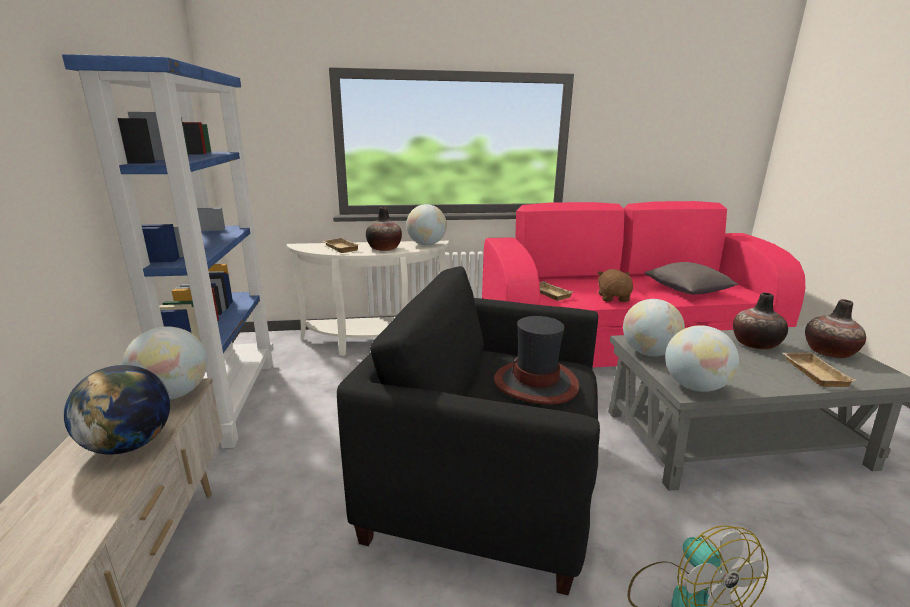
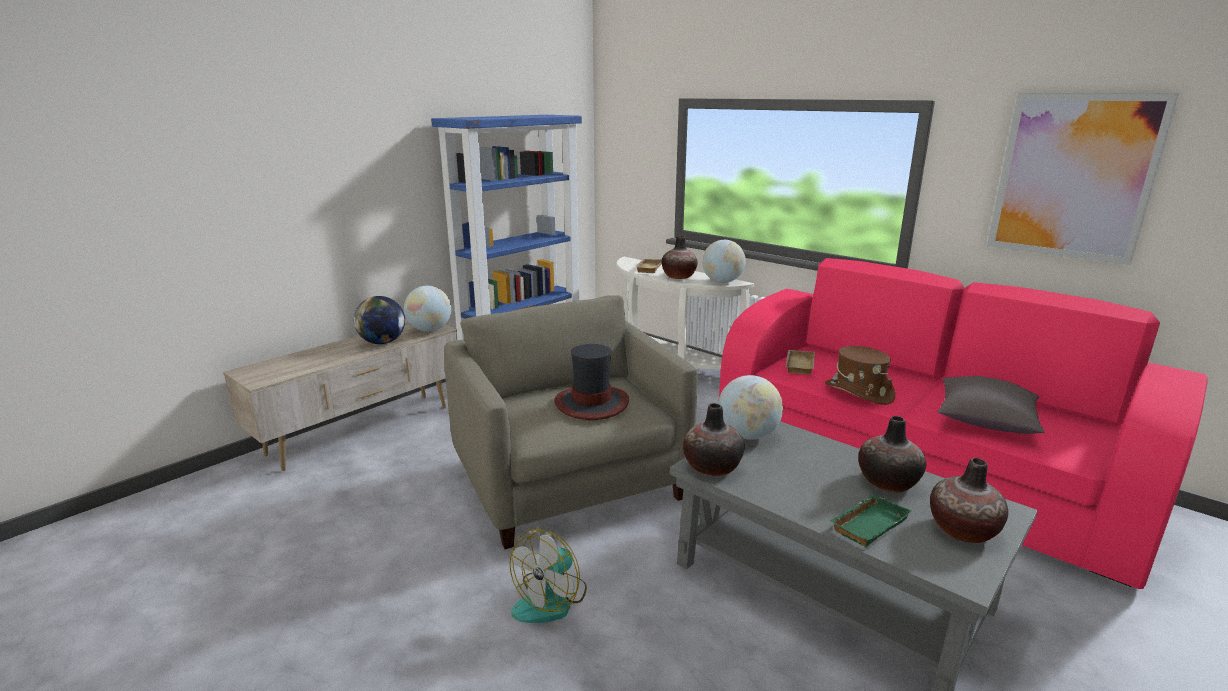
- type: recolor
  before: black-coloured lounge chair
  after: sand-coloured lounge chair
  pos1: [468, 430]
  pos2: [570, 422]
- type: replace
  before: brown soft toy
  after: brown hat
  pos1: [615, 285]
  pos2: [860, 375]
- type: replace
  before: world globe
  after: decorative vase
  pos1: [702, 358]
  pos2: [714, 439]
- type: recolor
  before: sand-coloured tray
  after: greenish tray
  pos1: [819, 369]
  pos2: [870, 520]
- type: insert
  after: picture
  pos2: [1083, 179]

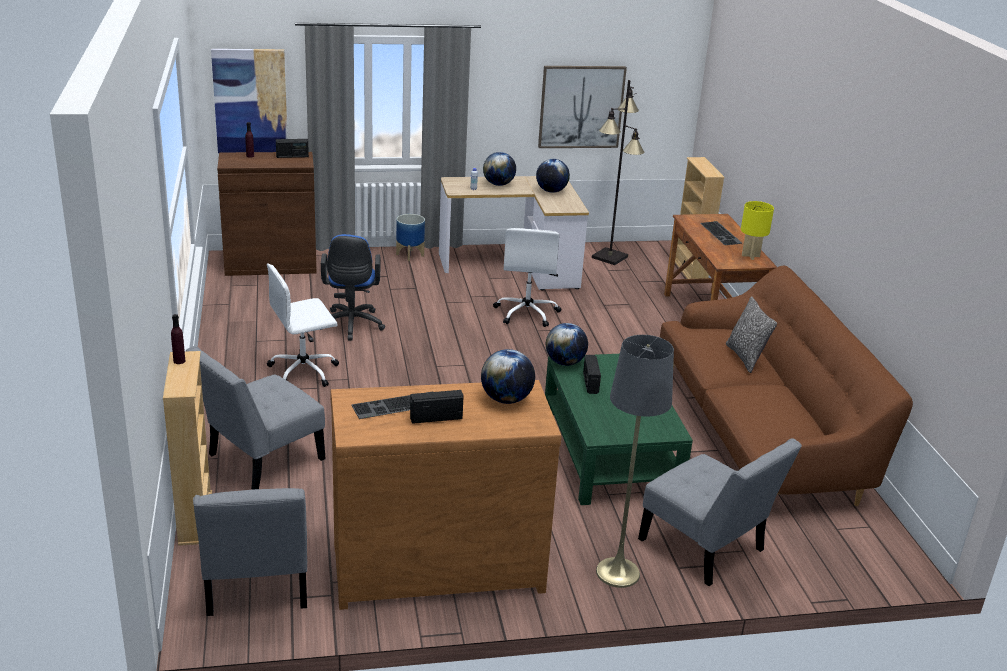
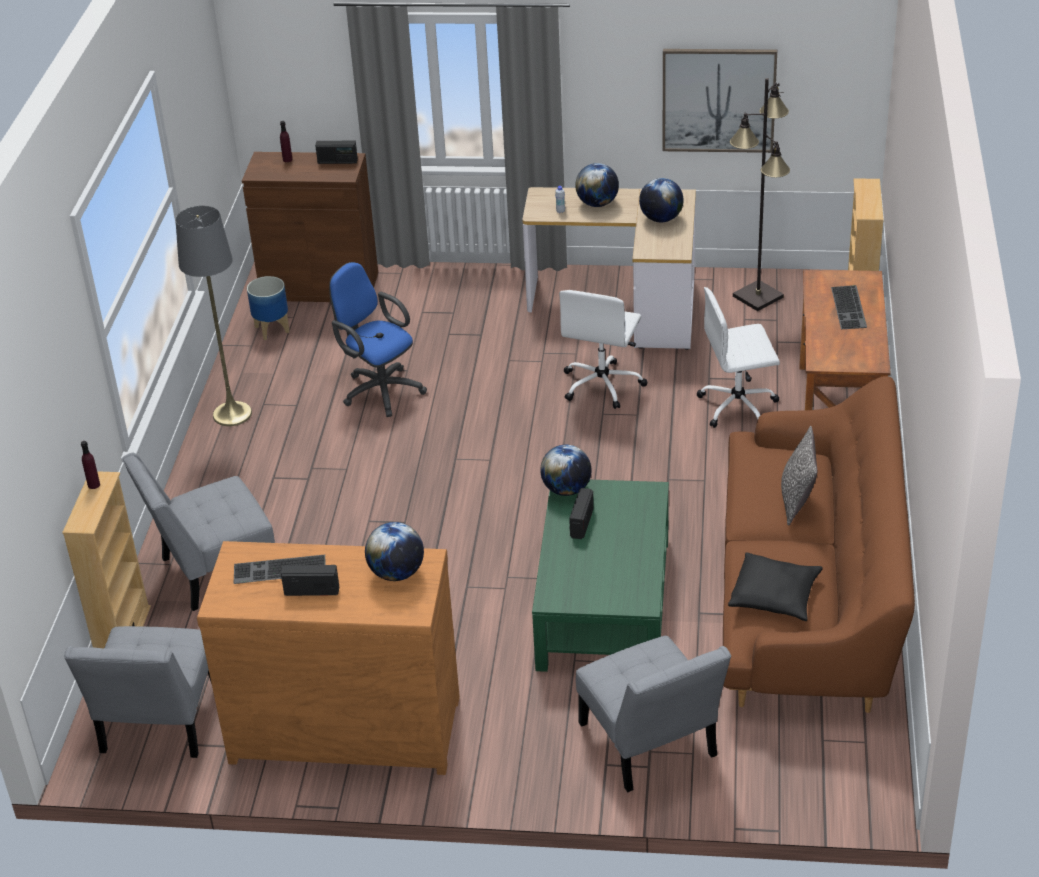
- type: delete
  before: picture
  pos1: [249, 101]
- type: move
  before: whitish office chair
  pos1: [303, 325]
  pos2: [738, 357]
- type: rotate
  before: bluish office chair
  pos1: [352, 287]
  pos2: [378, 339]
  turn: 120
- type: move
  before: planter
  pos1: [410, 237]
  pos2: [268, 308]
- type: move
  before: grey floor lamp
  pos1: [635, 461]
  pos2: [214, 316]
- type: delete
  before: yellow tabletop lamp
  pos1: [757, 230]
- type: insert
  after: black-coloured pillow
  pos2: [775, 586]

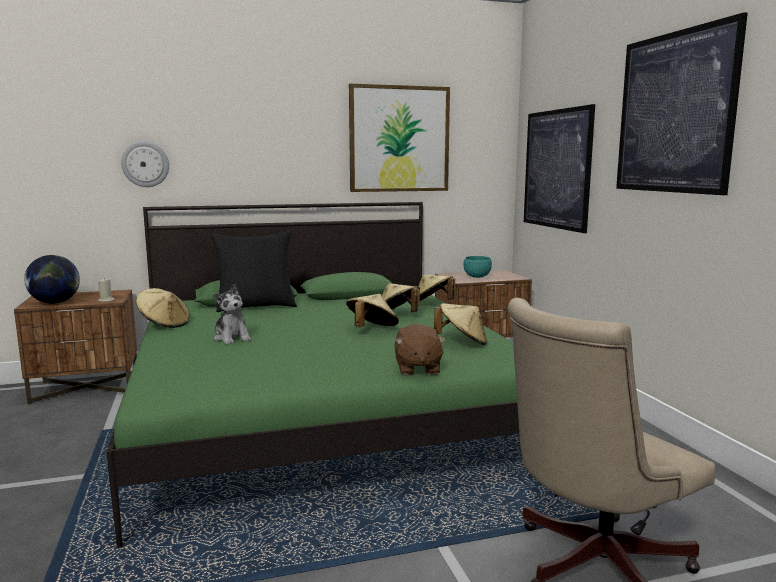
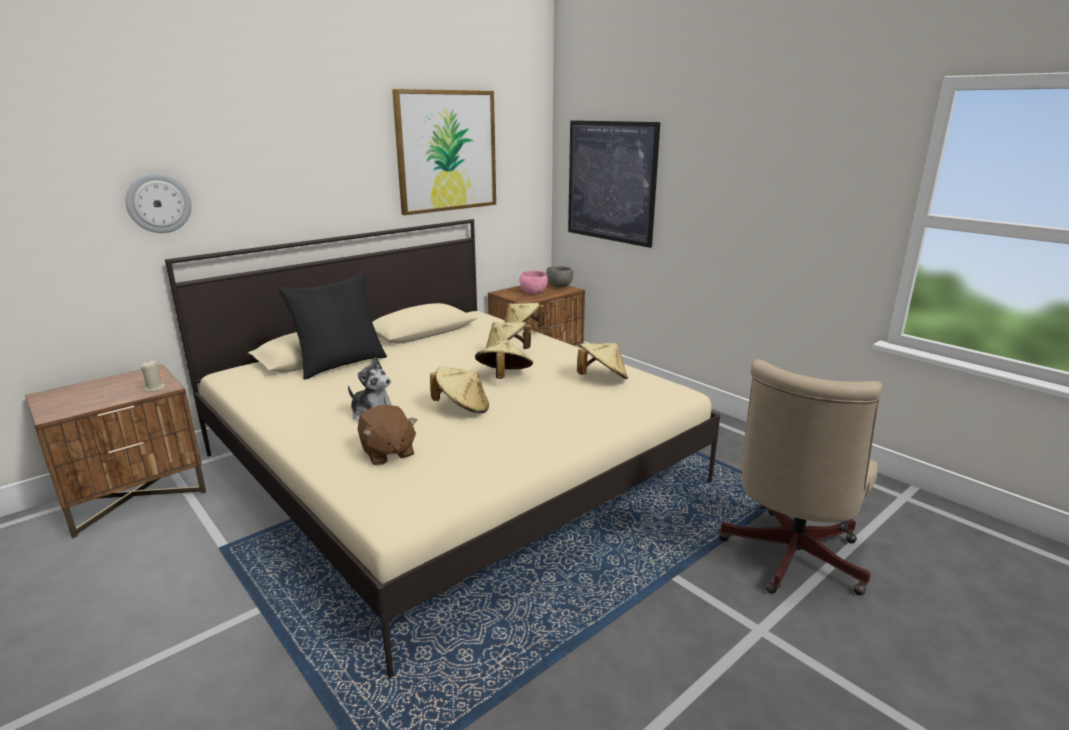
- type: delete
  before: world globe
  pos1: [52, 279]
- type: recolor
  before: greenish bed
  after: sand-coloured bed
  pos1: [313, 375]
  pos2: [442, 448]
- type: move
  before: sand-coloured hat
  pos1: [163, 308]
  pos2: [459, 390]
- type: move
  before: brown soft toy
  pos1: [420, 349]
  pos2: [387, 435]
- type: recolor
  before: turquoise bowl
  after: pinkish bowl
  pos1: [477, 267]
  pos2: [533, 282]
- type: delete
  before: picture
  pos1: [682, 103]
- type: insert
  after: grey bowl
  pos2: [559, 277]

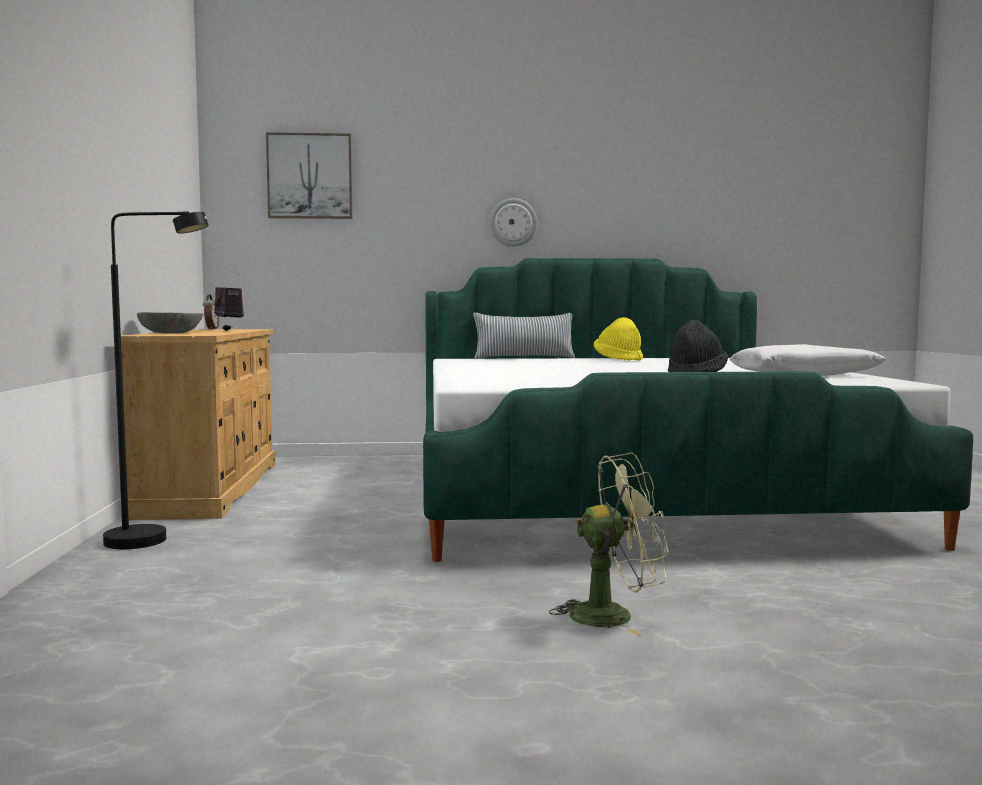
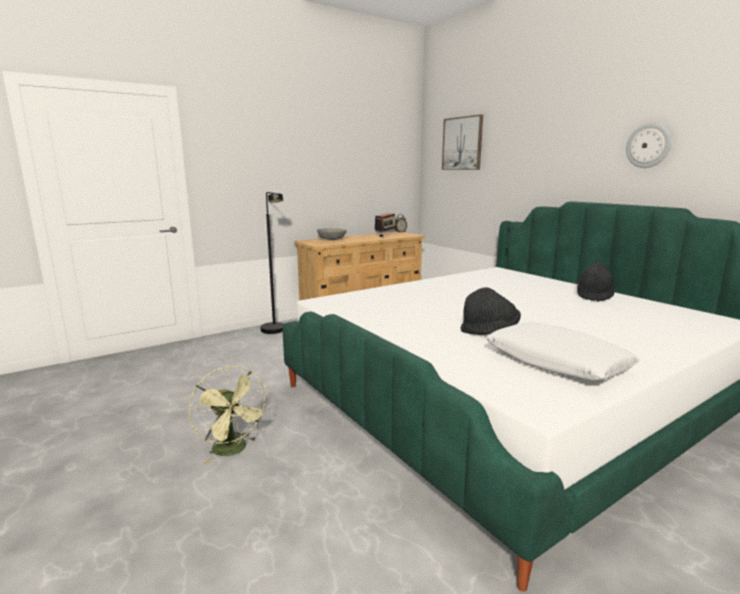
- type: delete
  before: pillow
  pos1: [524, 336]
- type: move
  before: wall clock
  pos1: [513, 222]
  pos2: [648, 145]
- type: recolor
  before: yellow hat
  after: black-coloured hat
  pos1: [618, 339]
  pos2: [595, 282]

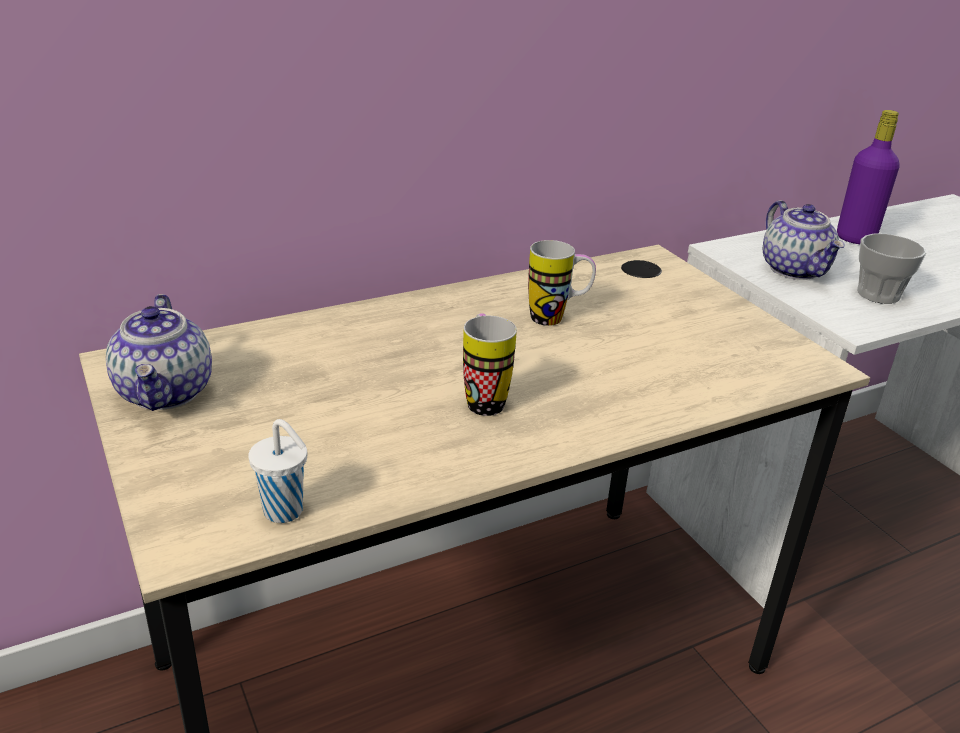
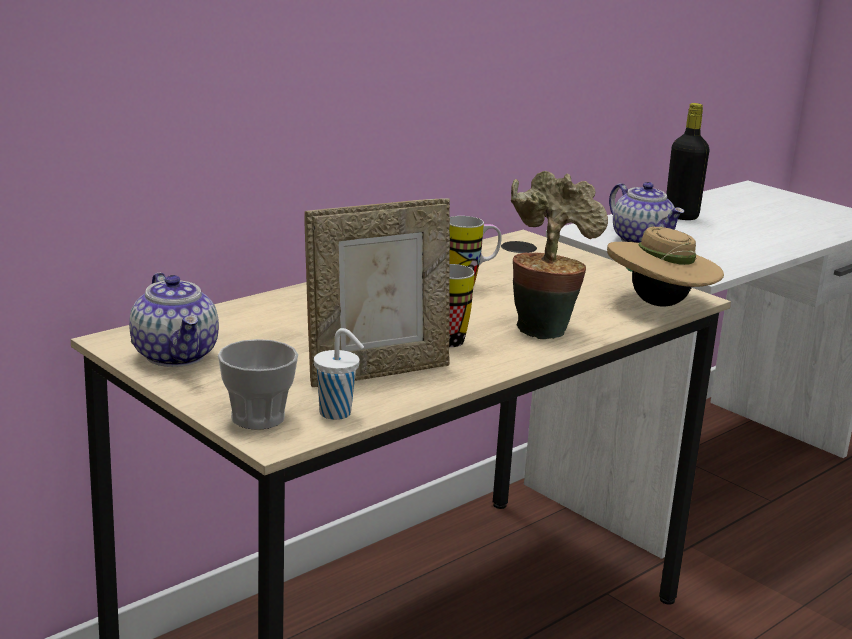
- type: recolor
  before: purple beverage bottle
  after: black-coloured beverage bottle
  pos1: [868, 177]
  pos2: [688, 161]
- type: move
  before: drinking cup
  pos1: [891, 269]
  pos2: [258, 384]
- type: insert
  after: standing frame
  pos2: [377, 293]
- type: insert
  after: houseplant
  pos2: [559, 255]
- type: insert
  after: sand-coloured hat
  pos2: [665, 267]

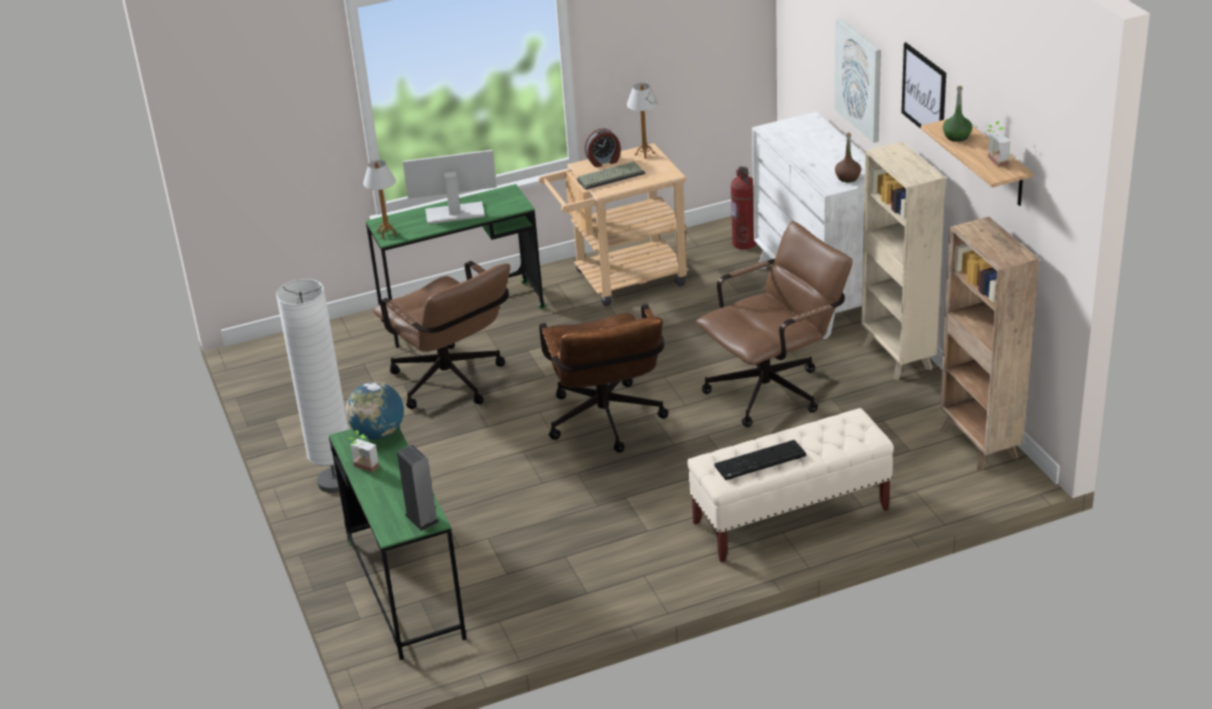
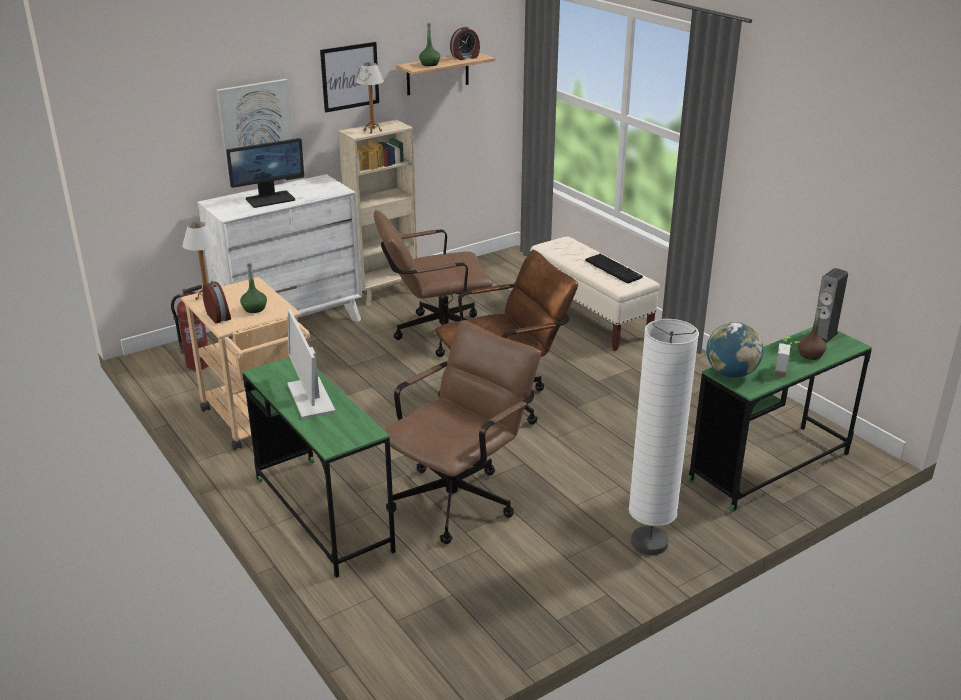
- type: move
  before: tabletop lamp
  pos1: [380, 199]
  pos2: [370, 98]
- type: replace
  before: computer keyboard
  after: greenish beverage bottle
  pos1: [611, 175]
  pos2: [253, 288]
- type: rotate
  before: brown office chair
  pos1: [774, 324]
  pos2: [433, 283]
  turn: -60
- type: move
  before: brown beverage bottle
  pos1: [848, 157]
  pos2: [812, 333]
- type: delete
  before: brown bookcase
  pos1: [989, 344]
- type: replace
  before: houseplant
  after: alarm clock
  pos1: [998, 144]
  pos2: [465, 43]
- type: insert
  after: computer screen
  pos2: [265, 173]

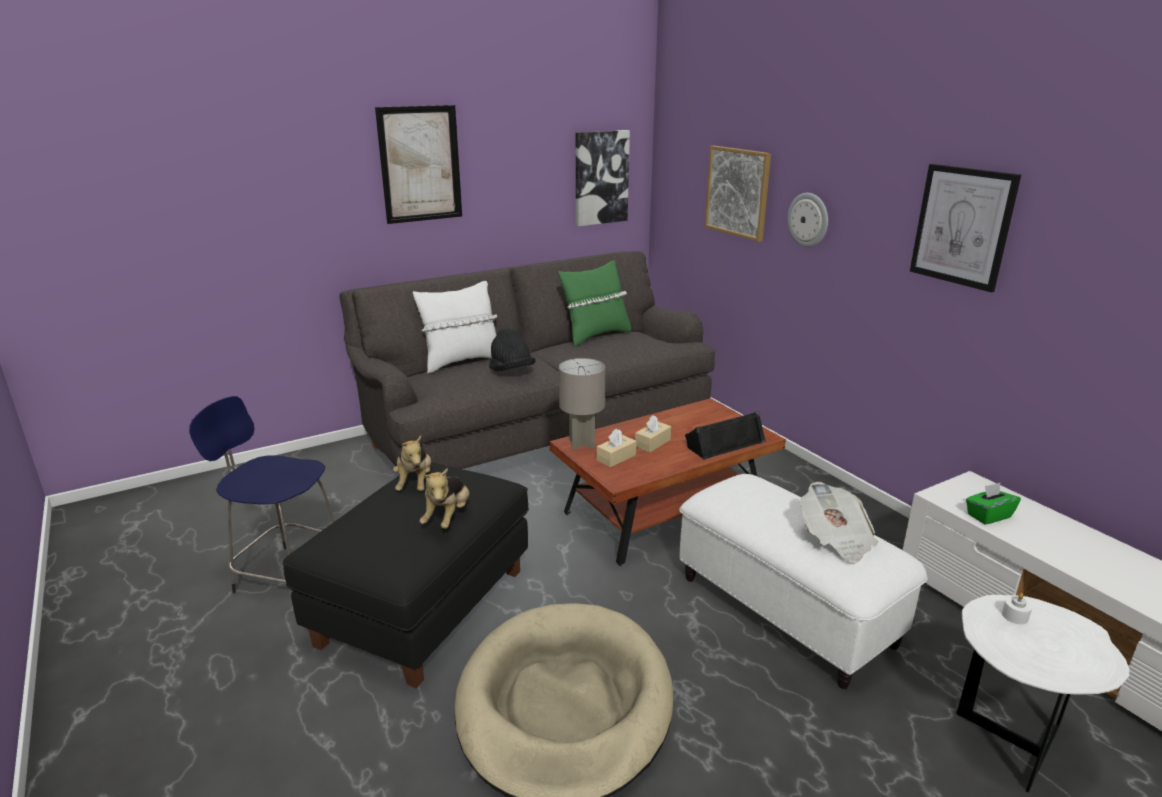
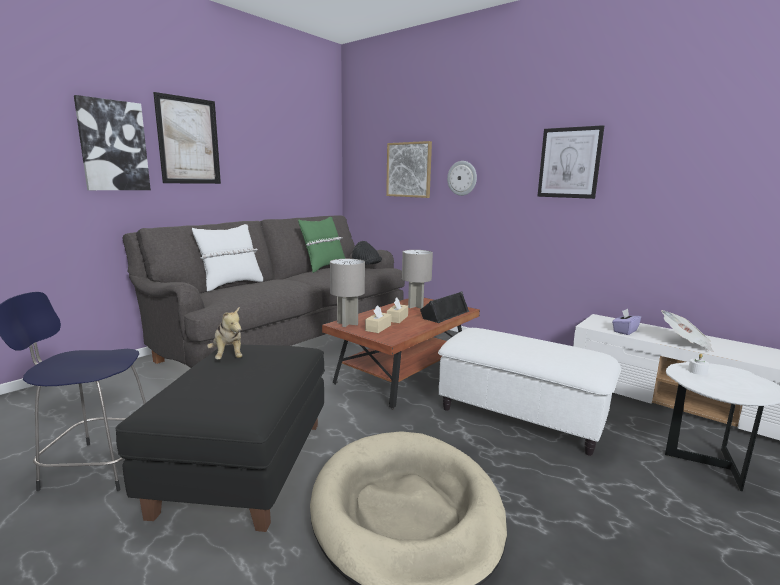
- type: delete
  before: soft toy
  pos1: [444, 498]
- type: move
  before: black-coloured hat
  pos1: [512, 349]
  pos2: [367, 253]
- type: move
  before: picture
  pos1: [603, 178]
  pos2: [112, 142]
- type: move
  before: newspaper
  pos1: [839, 523]
  pos2: [687, 331]
- type: recolor
  before: greenish tissue holder
  after: purple tissue holder
  pos1: [993, 503]
  pos2: [626, 322]
- type: insert
  after: grey tabletop lamp
  pos2: [417, 279]

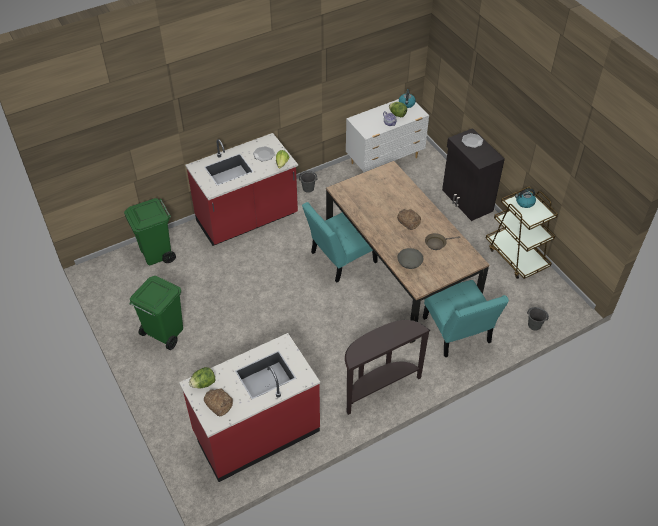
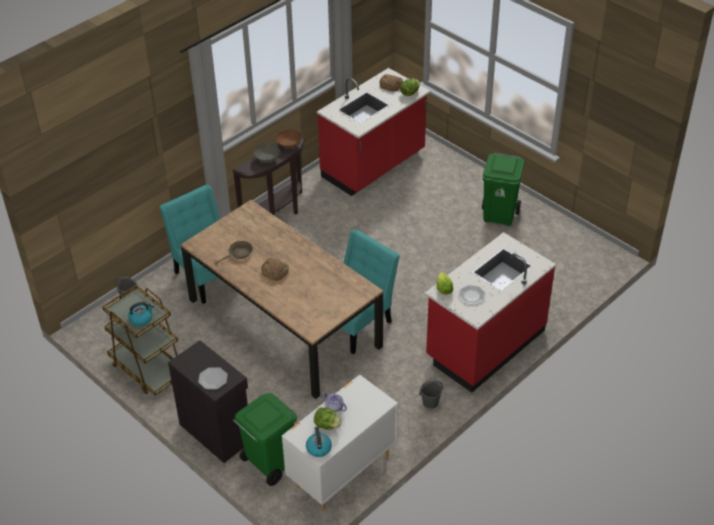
- type: move
  before: greenish trash can
  pos1: [150, 231]
  pos2: [265, 439]
- type: move
  before: grey bowl
  pos1: [410, 258]
  pos2: [266, 153]
- type: insert
  after: brown bowl
  pos2: [288, 139]

